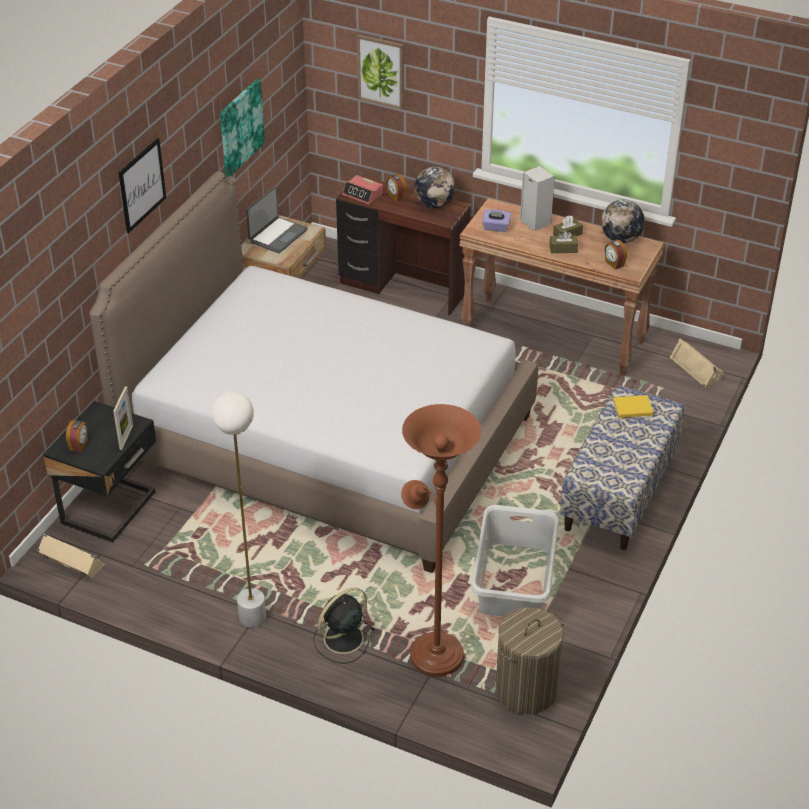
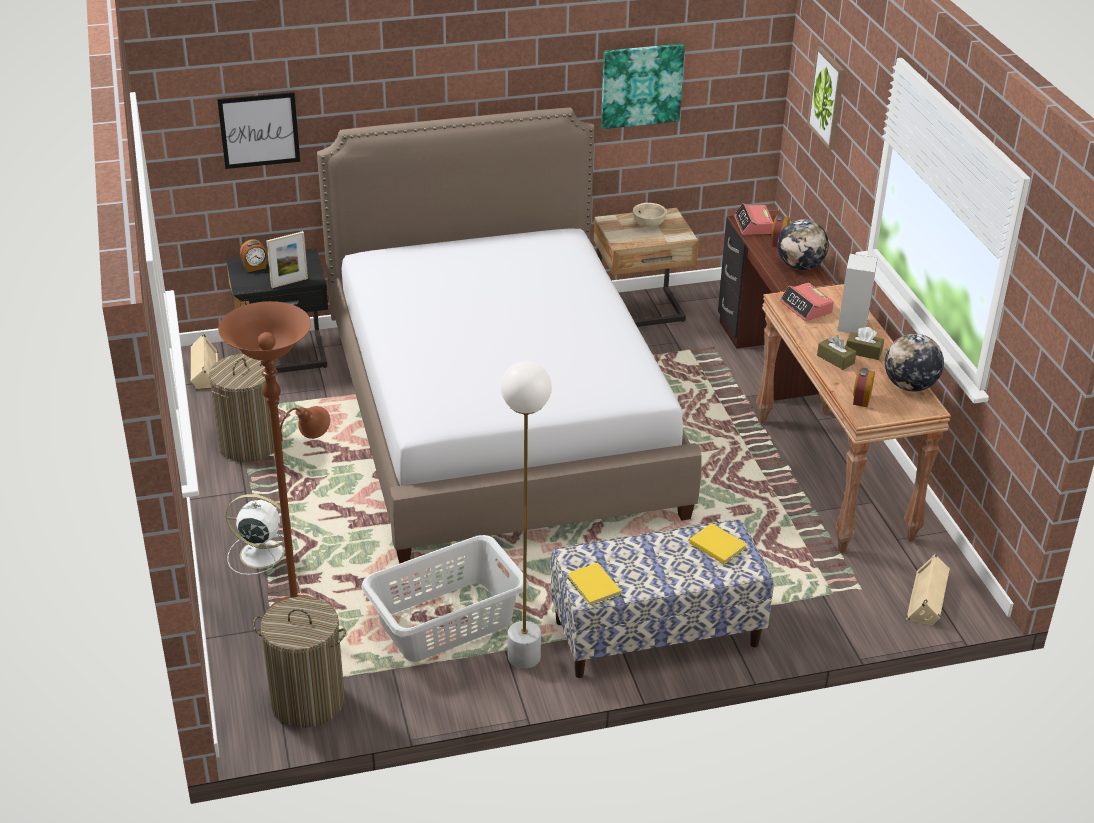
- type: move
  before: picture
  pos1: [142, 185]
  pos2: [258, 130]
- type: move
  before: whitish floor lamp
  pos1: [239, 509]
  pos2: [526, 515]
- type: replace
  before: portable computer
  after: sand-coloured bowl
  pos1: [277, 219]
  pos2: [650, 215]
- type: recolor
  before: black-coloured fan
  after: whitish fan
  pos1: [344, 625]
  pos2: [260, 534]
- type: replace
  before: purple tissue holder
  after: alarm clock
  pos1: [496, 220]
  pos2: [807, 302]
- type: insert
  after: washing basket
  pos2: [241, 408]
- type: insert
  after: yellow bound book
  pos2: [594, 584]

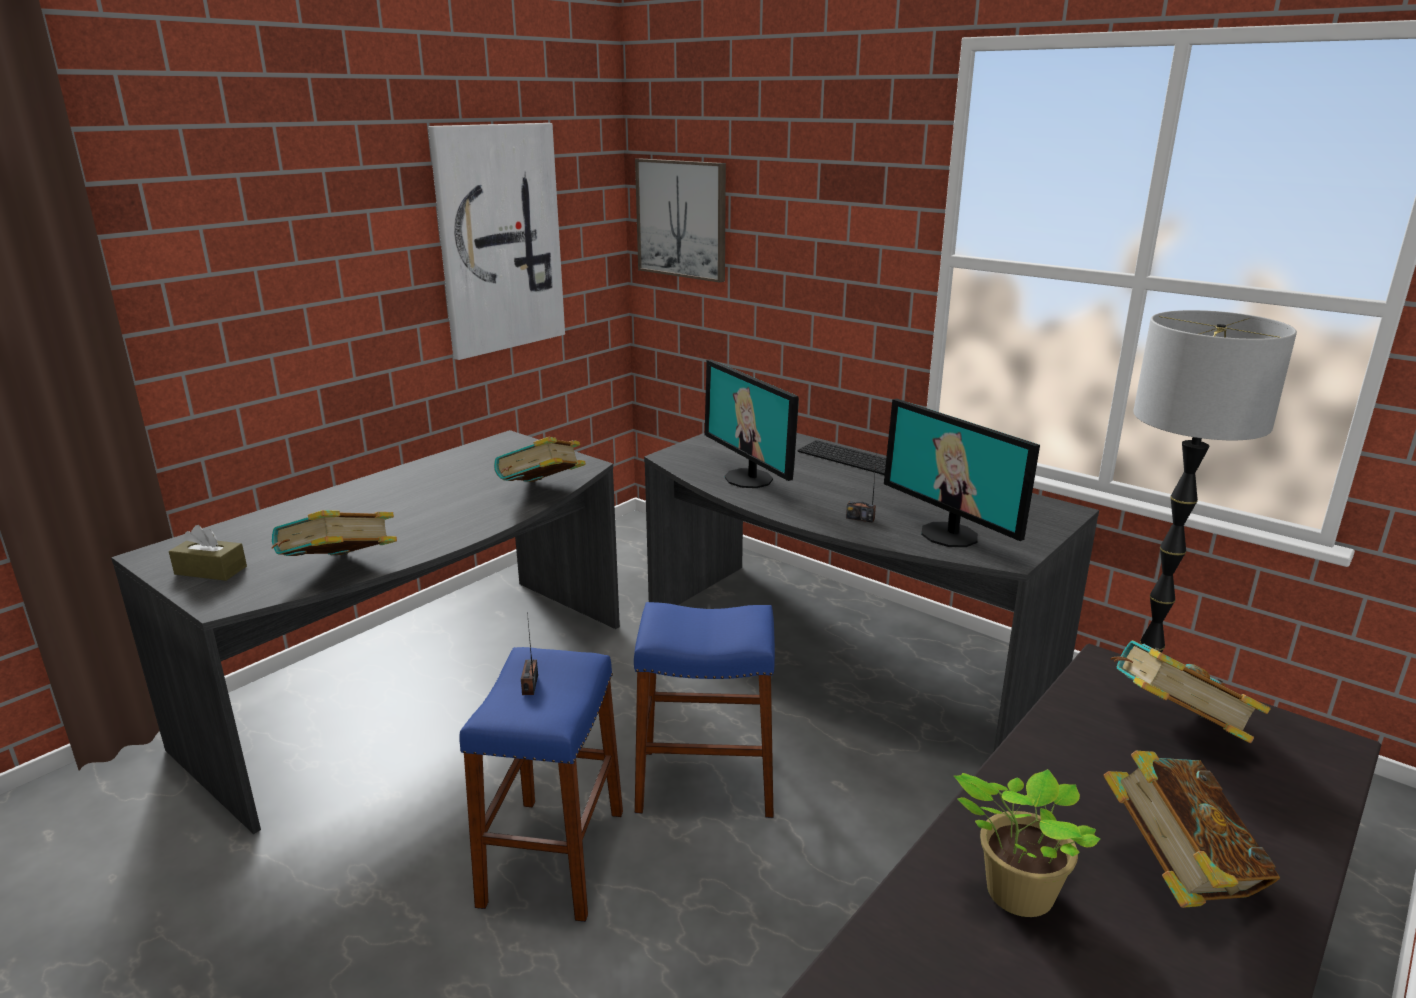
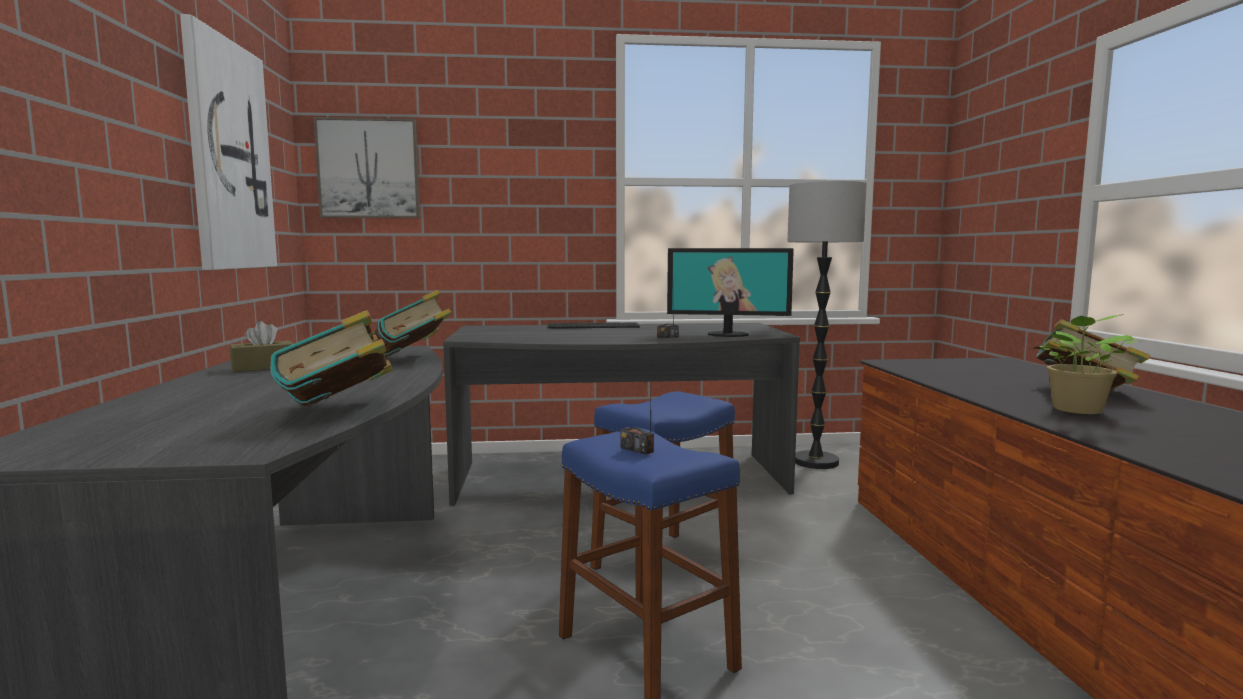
- type: move
  before: brown tissue holder
  pos1: [208, 553]
  pos2: [261, 346]
- type: delete
  before: computer screen
  pos1: [752, 424]
- type: delete
  before: bound book
  pos1: [1190, 691]

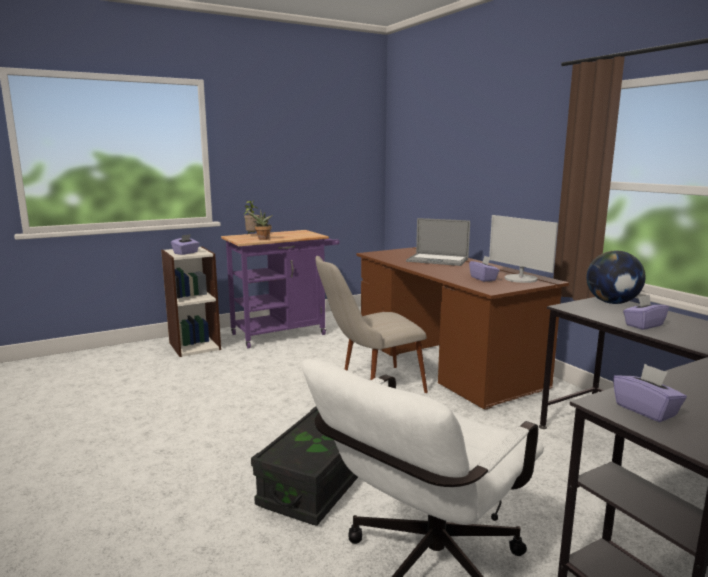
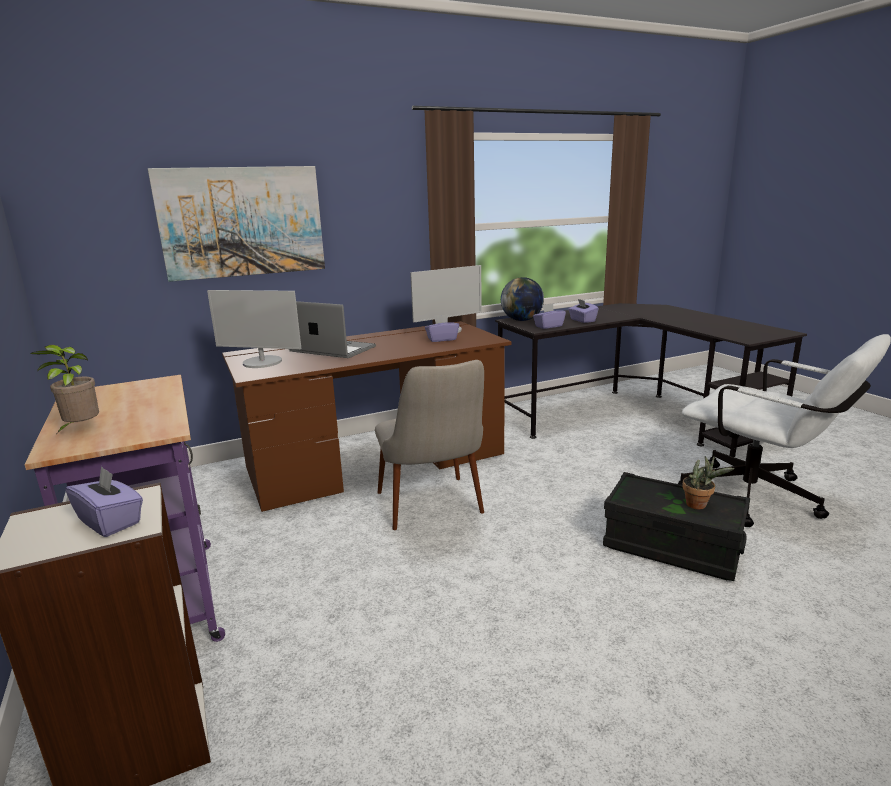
- type: move
  before: houseplant
  pos1: [259, 224]
  pos2: [708, 482]
- type: rotate
  before: portable computer
  pos1: [438, 242]
  pos2: [332, 329]
  turn: -90
- type: move
  before: purple tissue holder
  pos1: [650, 393]
  pos2: [549, 316]
- type: insert
  after: picture
  pos2: [236, 224]
- type: insert
  after: computer screen
  pos2: [254, 329]

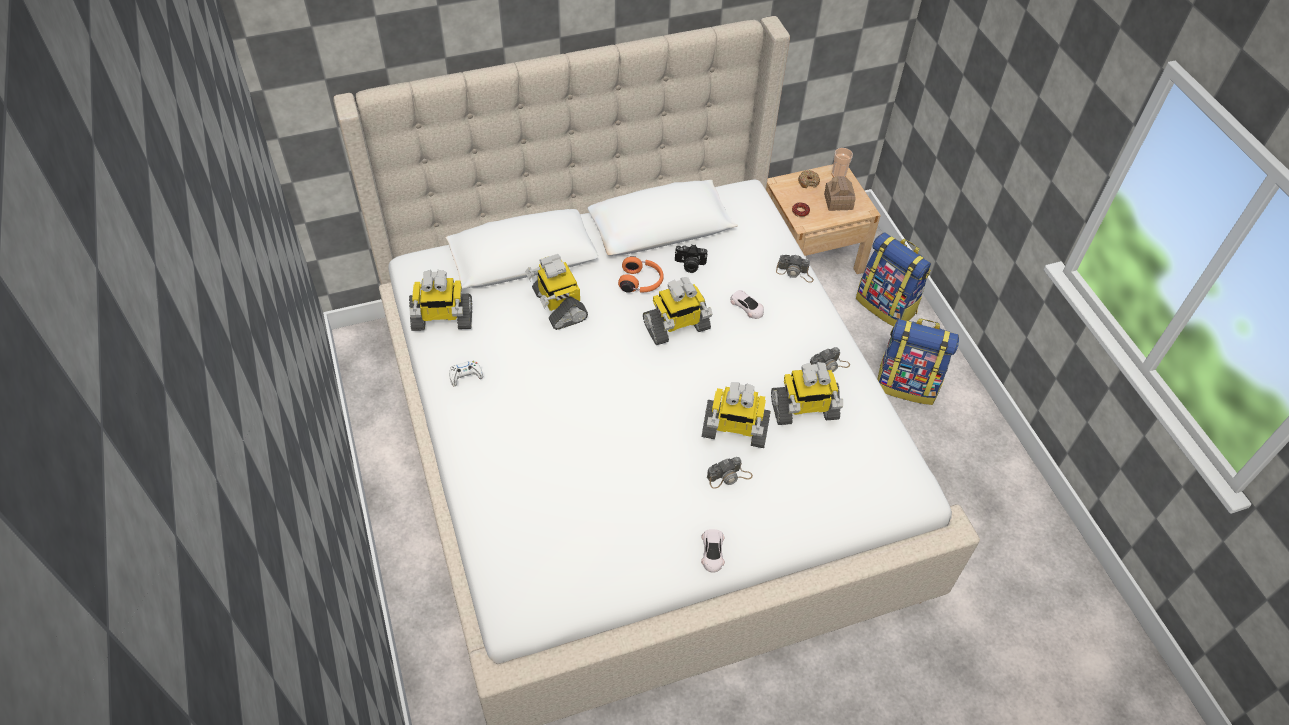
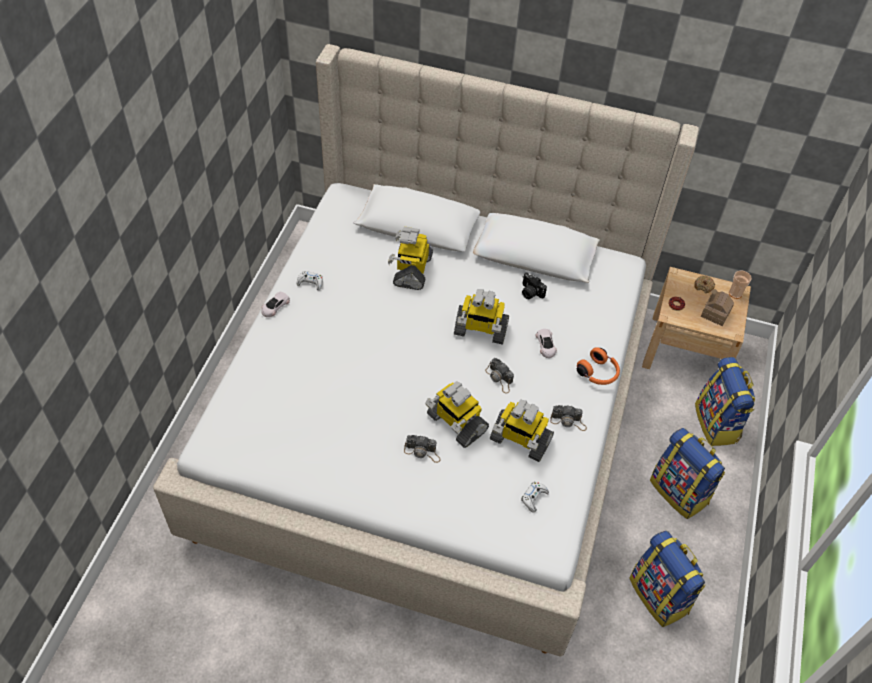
- type: delete
  before: robot figure
  pos1: [440, 300]
- type: move
  before: orange headset
  pos1: [641, 274]
  pos2: [598, 366]
- type: move
  before: whitish toy car
  pos1: [713, 550]
  pos2: [275, 304]
- type: move
  before: photo camera
  pos1: [795, 269]
  pos2: [499, 376]
- type: insert
  after: whitish game controller
  pos2: [535, 497]
- type: insert
  after: rucksack
  pos2: [667, 579]

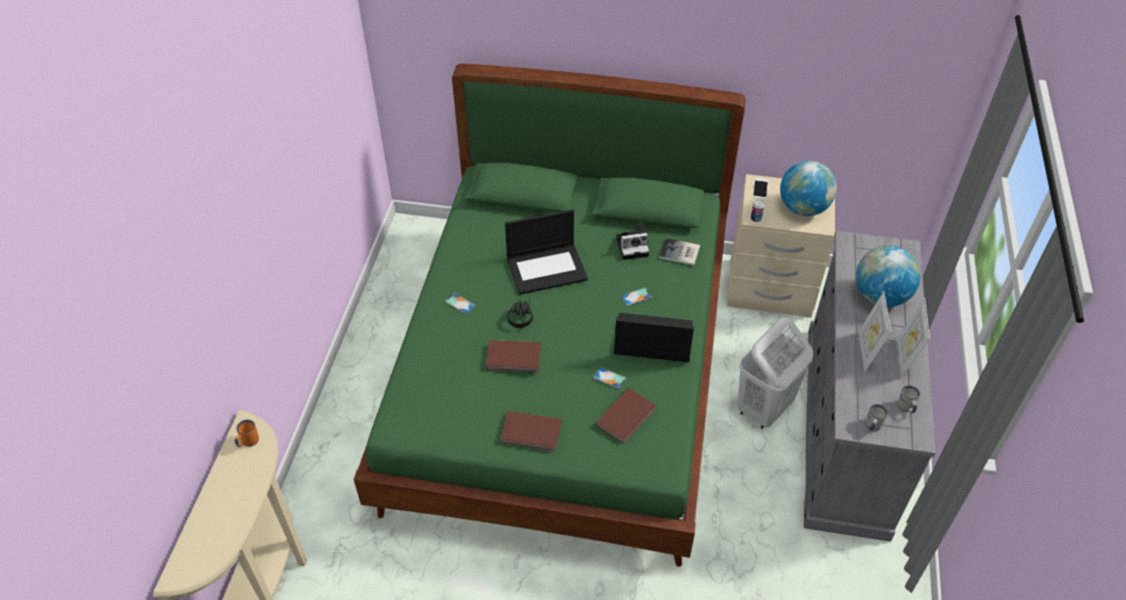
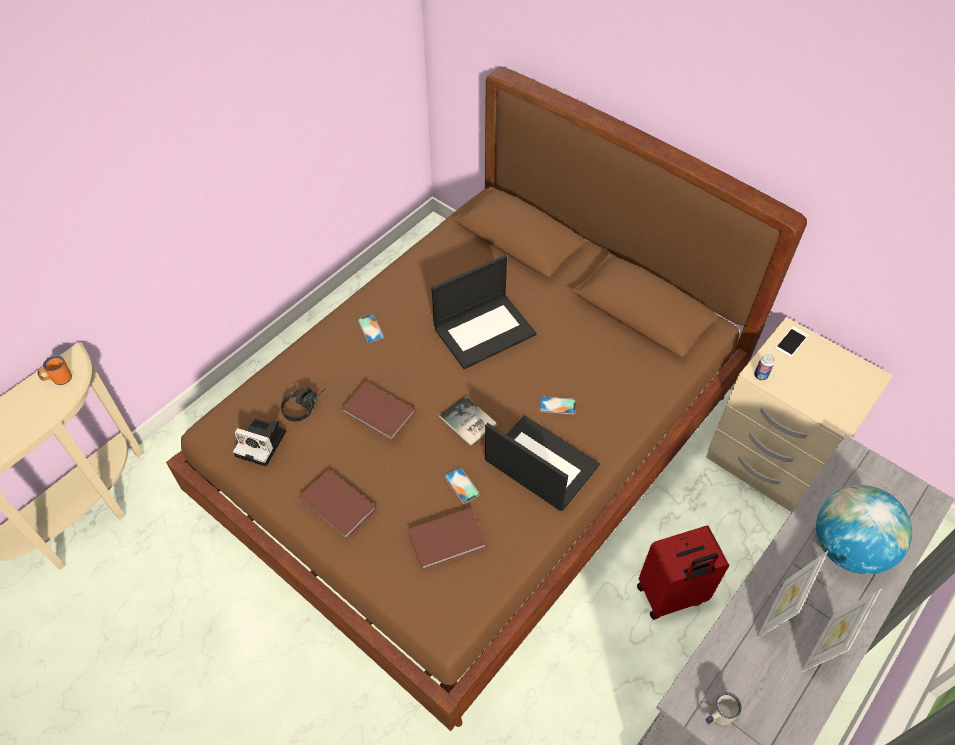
- type: recolor
  before: greenish bed
  after: brown bed
  pos1: [550, 315]
  pos2: [486, 399]
- type: rotate
  before: portable computer
  pos1: [546, 252]
  pos2: [484, 312]
  turn: -45
- type: move
  before: black-coloured headset
  pos1: [520, 312]
  pos2: [303, 404]
- type: move
  before: photo camera
  pos1: [632, 241]
  pos2: [259, 443]
- type: move
  before: bound book
  pos1: [679, 251]
  pos2: [468, 420]
- type: replace
  before: whitish washing basket
  after: red travel case
  pos1: [775, 373]
  pos2: [683, 573]
- type: delete
  before: world globe
  pos1: [808, 188]
- type: delete
  before: whitish mug
  pos1: [908, 399]

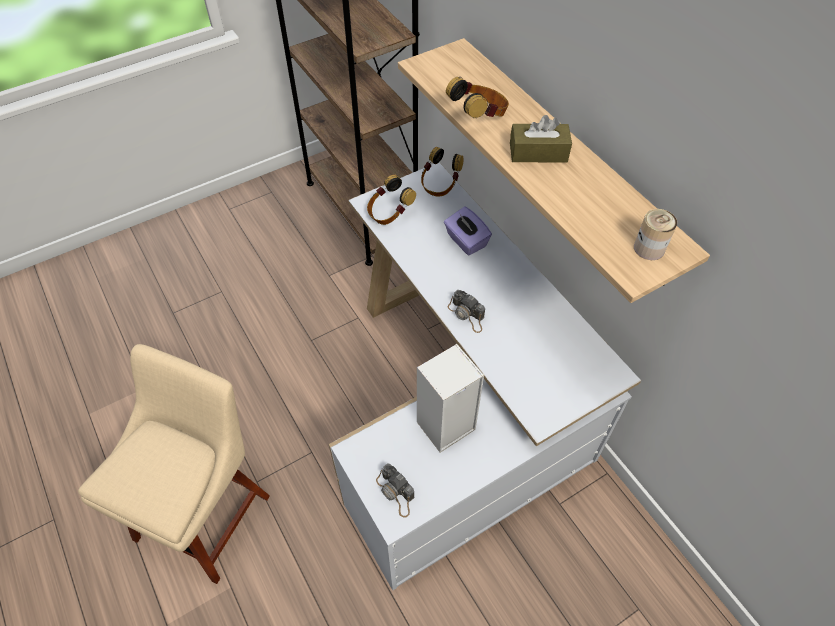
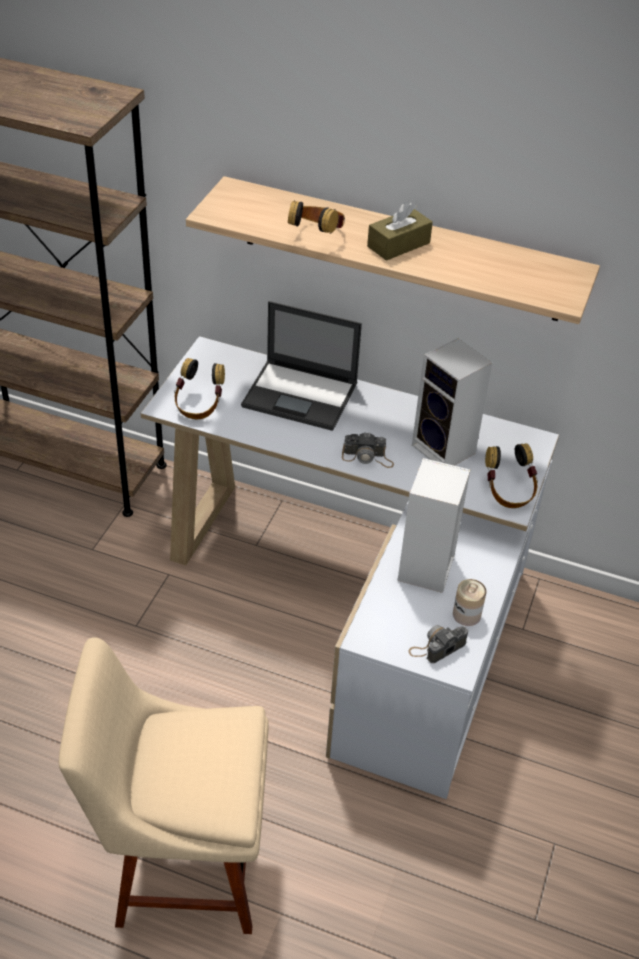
- type: rotate
  before: sand-coloured upright chair
  pos1: [174, 464]
  pos2: [164, 785]
  turn: -75
- type: rotate
  before: photo camera
  pos1: [395, 490]
  pos2: [438, 644]
  turn: 135
- type: move
  before: headset
  pos1: [442, 172]
  pos2: [511, 475]
- type: replace
  before: purple tissue holder
  after: portable computer
  pos1: [468, 231]
  pos2: [301, 366]
- type: move
  before: can
  pos1: [655, 234]
  pos2: [470, 602]
- type: insert
  after: speaker
  pos2: [452, 402]

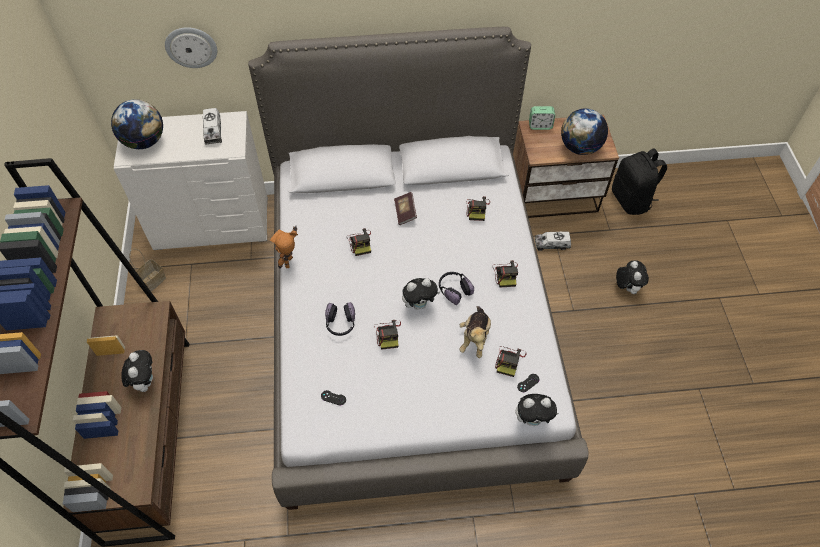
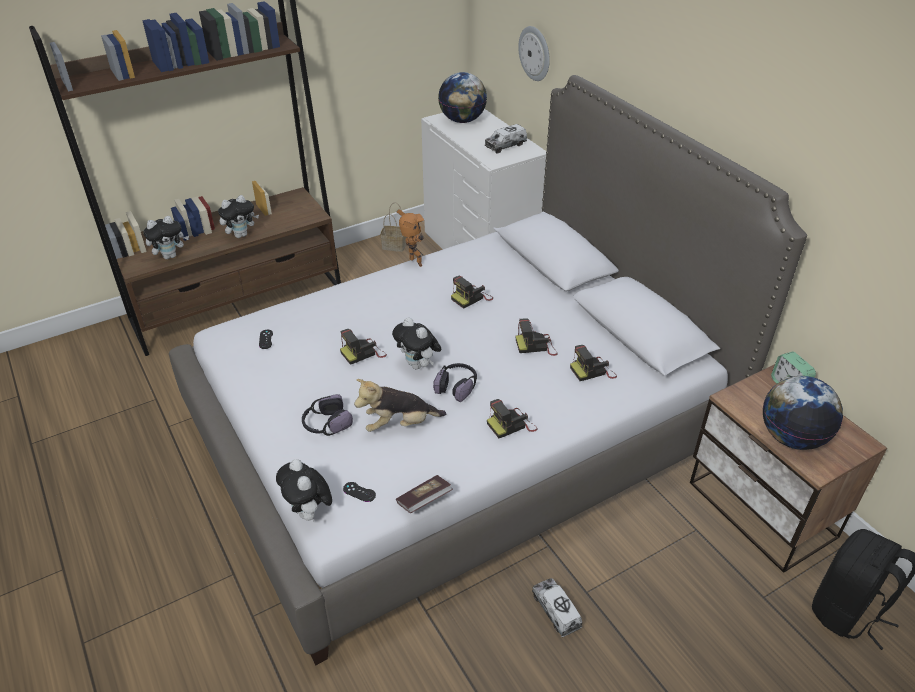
- type: rotate
  before: robot figure
  pos1: [284, 247]
  pos2: [410, 238]
  turn: 60
- type: move
  before: headset
  pos1: [340, 319]
  pos2: [327, 415]
- type: move
  before: bound book
  pos1: [405, 208]
  pos2: [424, 494]
- type: move
  before: photo camera
  pos1: [510, 361]
  pos2: [537, 337]
- type: move
  before: model truck
  pos1: [553, 241]
  pos2: [557, 607]
- type: move
  before: soft toy
  pos1: [632, 277]
  pos2: [166, 237]

